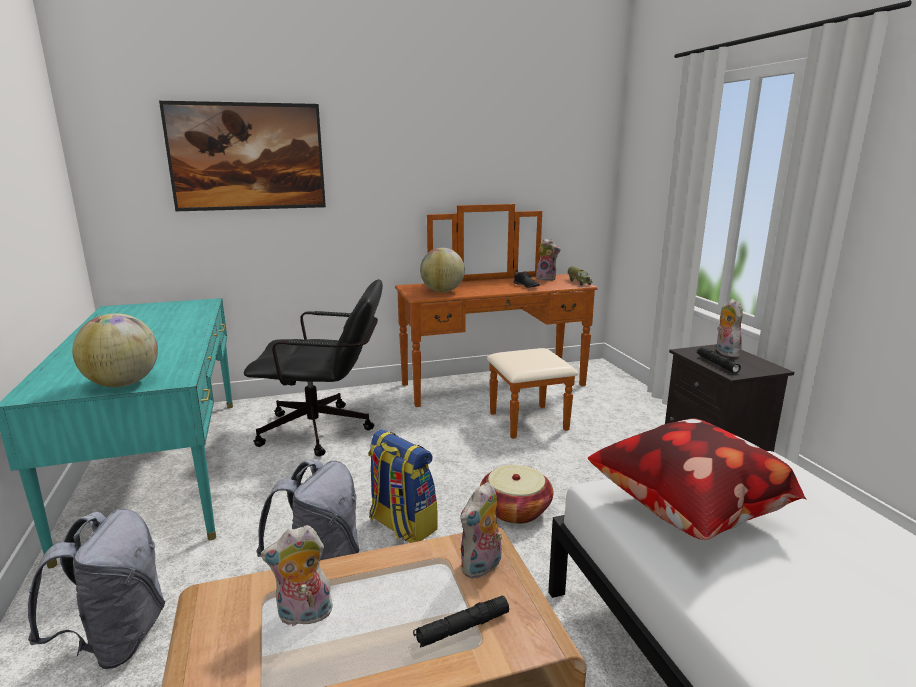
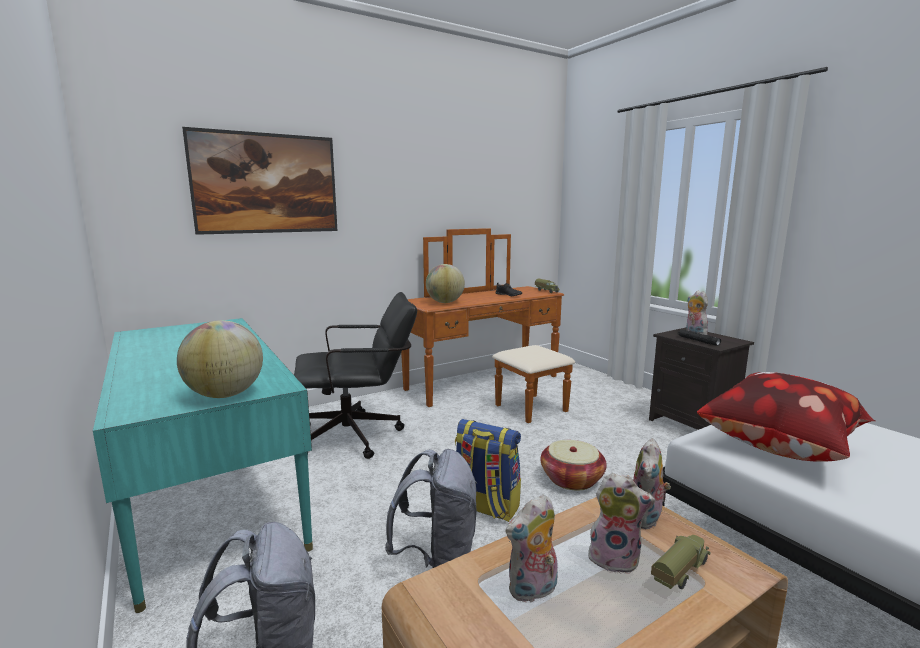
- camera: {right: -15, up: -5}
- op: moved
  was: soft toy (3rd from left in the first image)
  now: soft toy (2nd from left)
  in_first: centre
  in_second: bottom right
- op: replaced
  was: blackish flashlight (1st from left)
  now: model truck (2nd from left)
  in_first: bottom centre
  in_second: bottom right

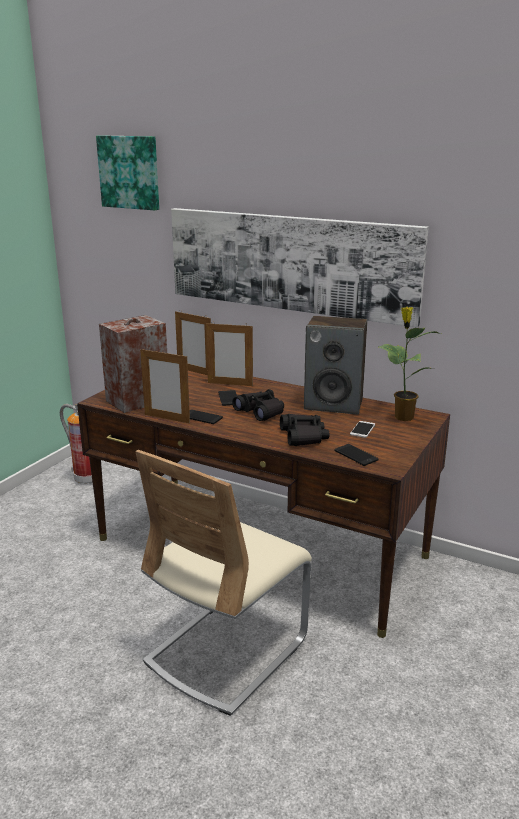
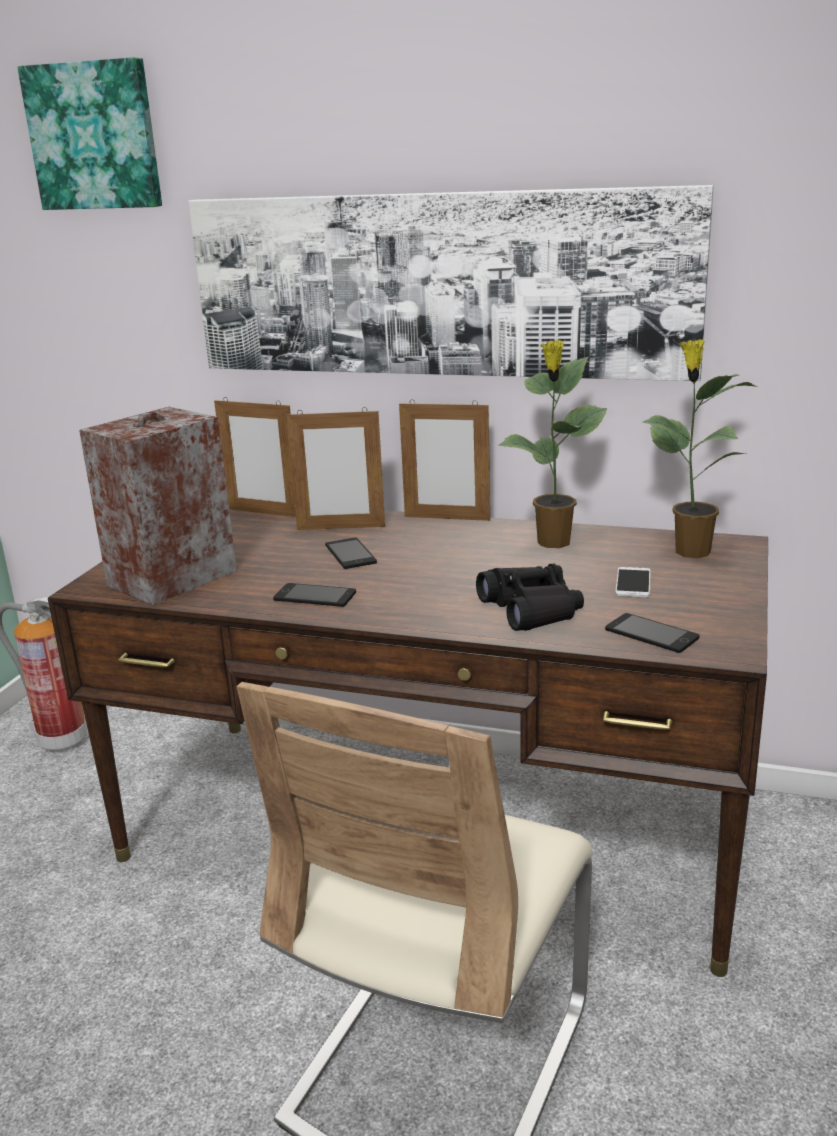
- camera: {right: -10, up: 0}
- op: moved
  was: picture frame (1st from left in the first image)
  now: picture frame (3rd from left)
  in_first: middle left
  in_second: centre
- op: replaced
  was: loudspeaker (2nd from left)
  now: houseplant (1st from left)
  in_first: centre
  in_second: centre
- op: removed
  was: blackish pair of binoculars (1st from left)
  in_first: centre

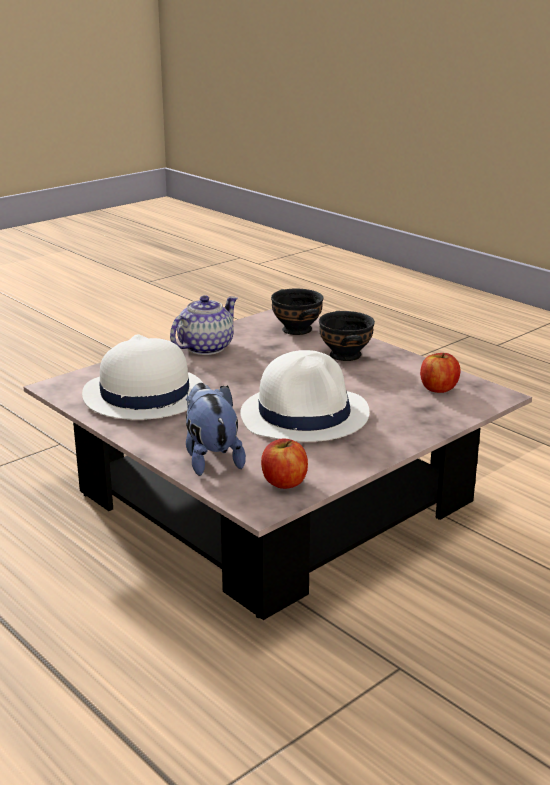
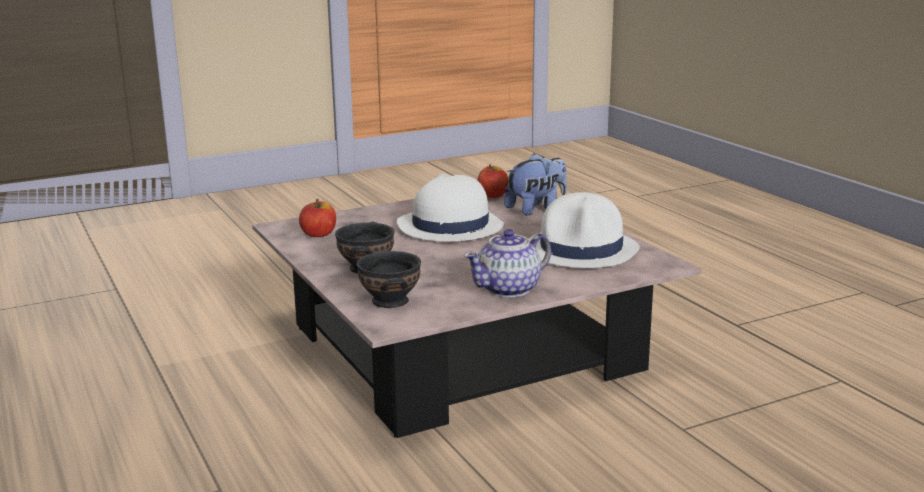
- camera: {right: -165, up: -5}
- op: turned
  was: soft toy
  in_first: centre
  in_second: centre
  clockwise: -120

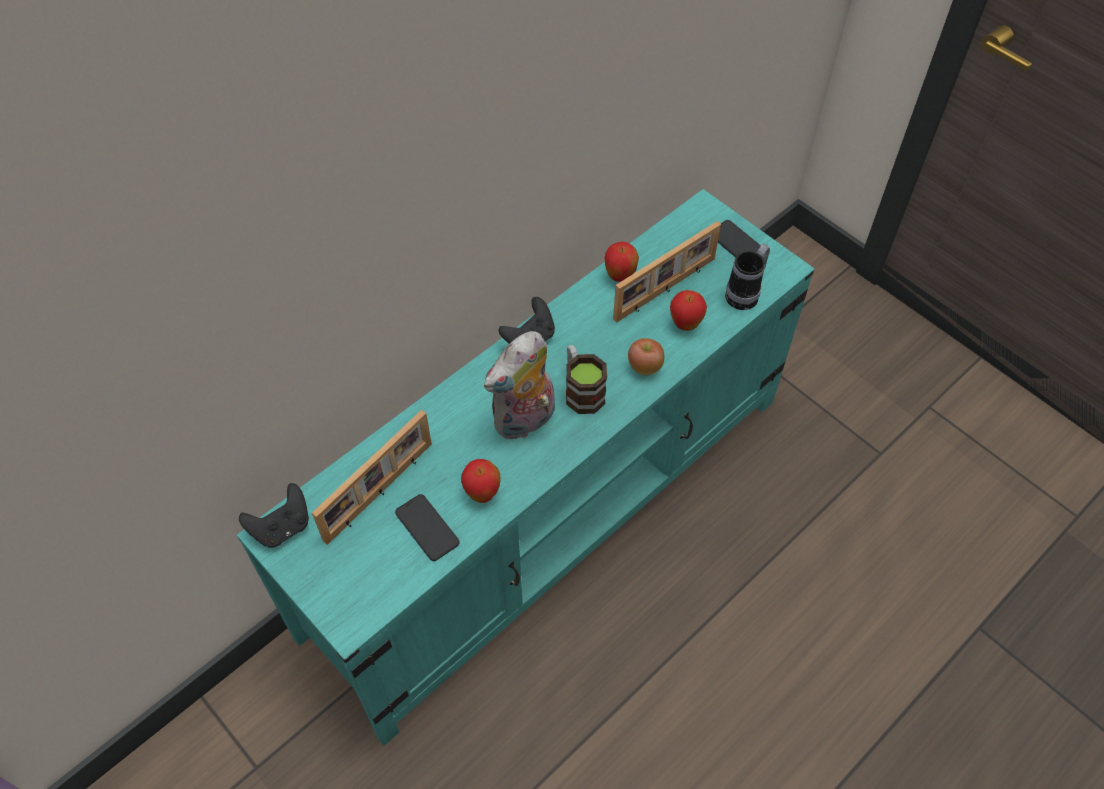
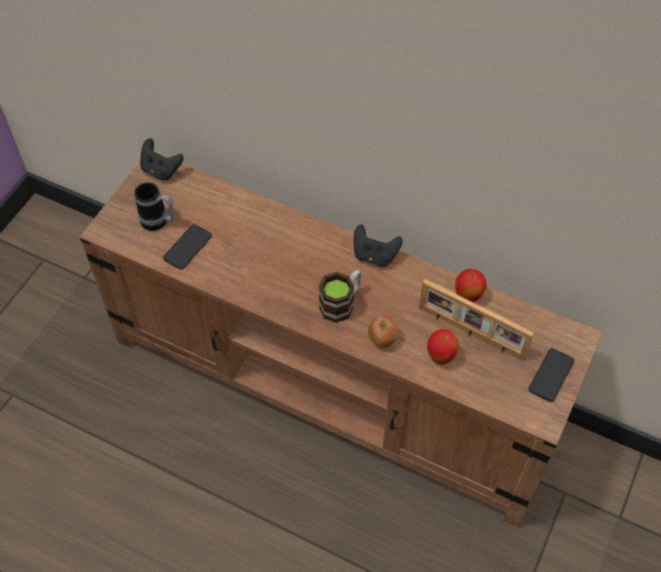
- camera: {right: 70, up: 0}
- op: recoloured
  was: blue-green tv unit
  now: brown-coloured tv unit
  in_first: centre
  in_second: centre
- op: moved
  was: mug (2nd from left in the first image)
  now: mug (1st from left)
  in_first: middle right
  in_second: middle left
- op: removed
  was: picture frame (1st from left)
  in_first: centre
- op: removed
  was: whole apple (1st from left)
  in_first: centre
- op: removed
  was: soft toy
  in_first: centre

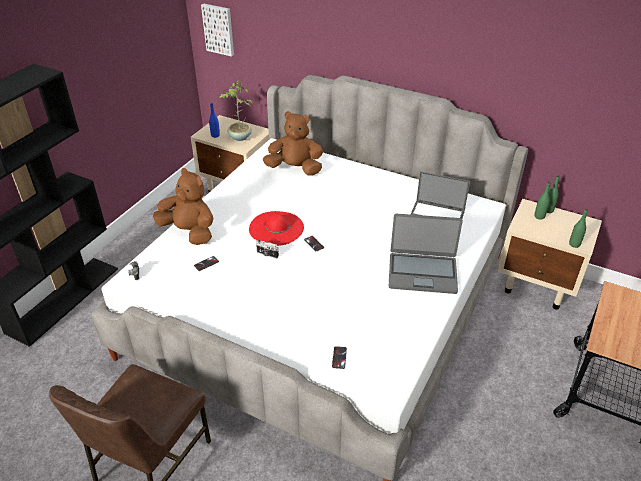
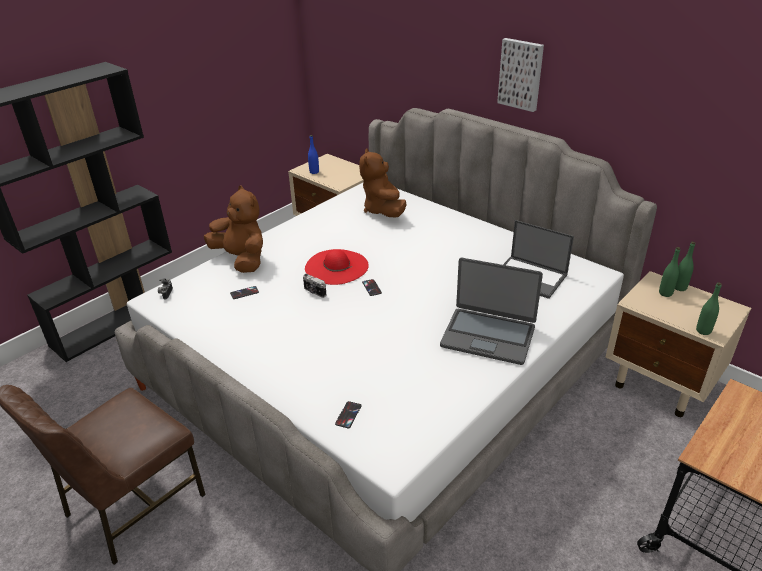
- camera: {right: 15, up: -5}
- op: turned
  was: brown-coloured soft toy (2nd from left)
  in_first: top centre
  in_second: top centre
  clockwise: -120
- op: moved
  was: picture
  in_first: top centre
  in_second: top right
- op: removed
  was: houseplant
  in_first: top centre

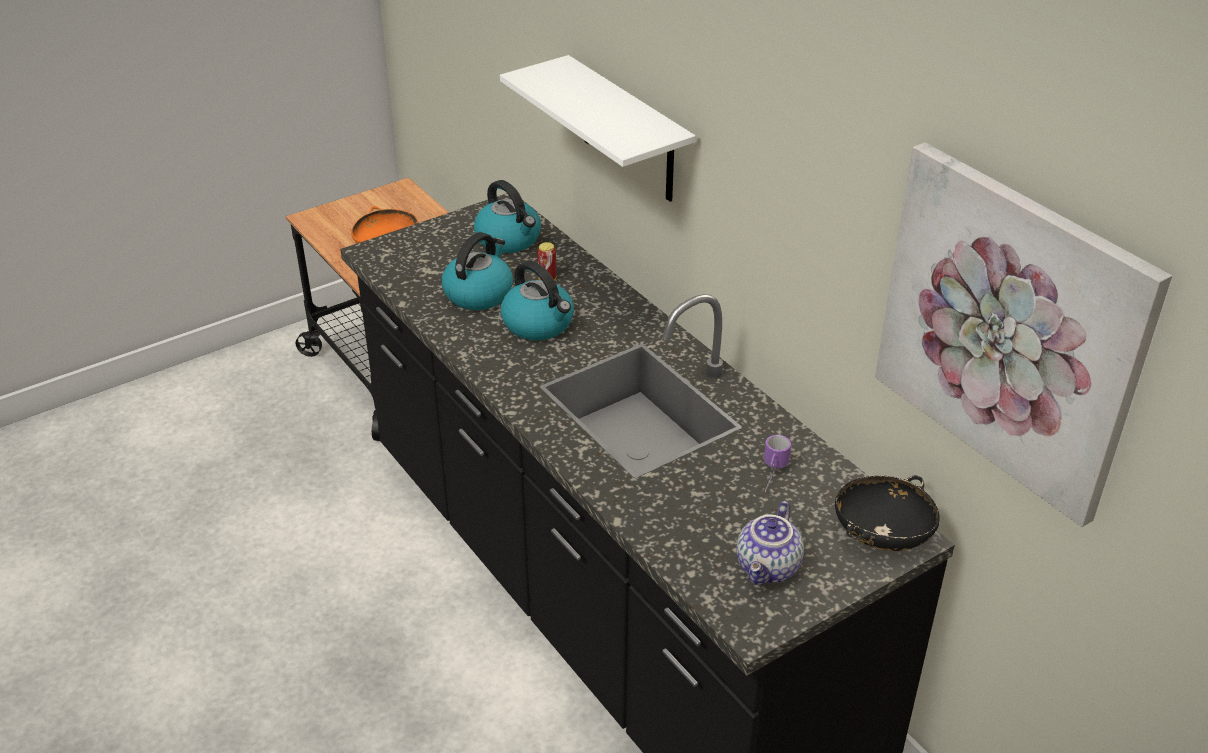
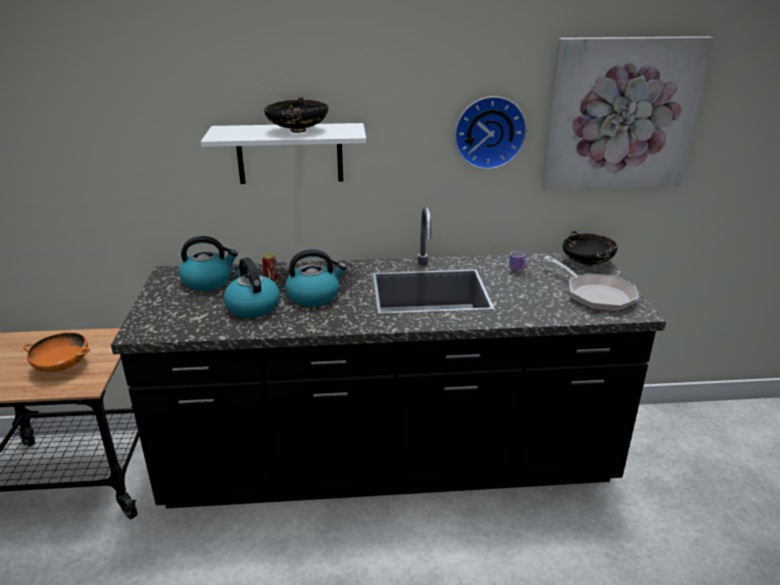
- camera: {right: -60, up: -10}
- op: added
  now: blackish deep dish (1st from left)
  in_second: top centre
- op: added
  now: wall clock
  in_second: top centre
- op: replaced
  was: tea pot
  now: skillet
  in_first: bottom centre
  in_second: middle right

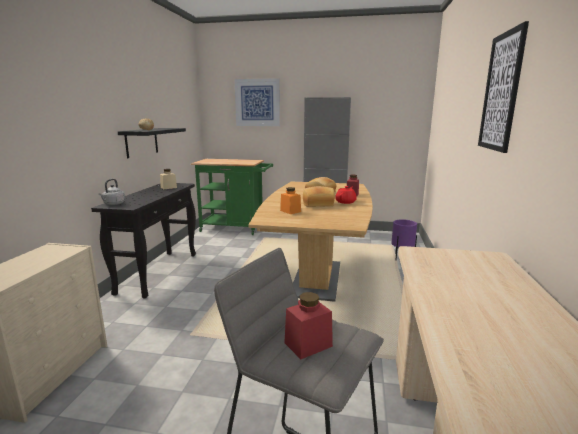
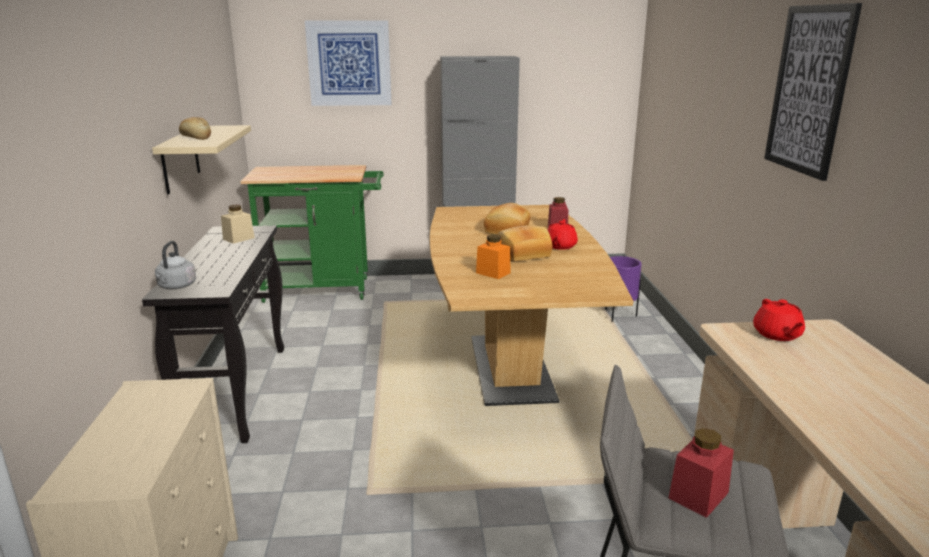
- camera: {right: -15, up: 5}
- op: recoloured
  was: blackish shelf
  now: beige shelf
  in_first: top left
  in_second: top left
- op: added
  now: red-coloured tea pot (2nd from left)
  in_second: middle right

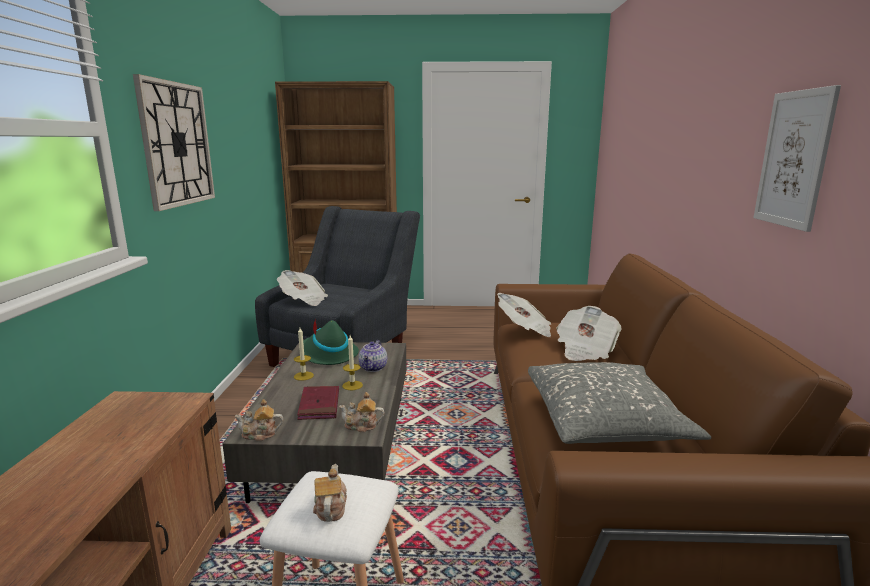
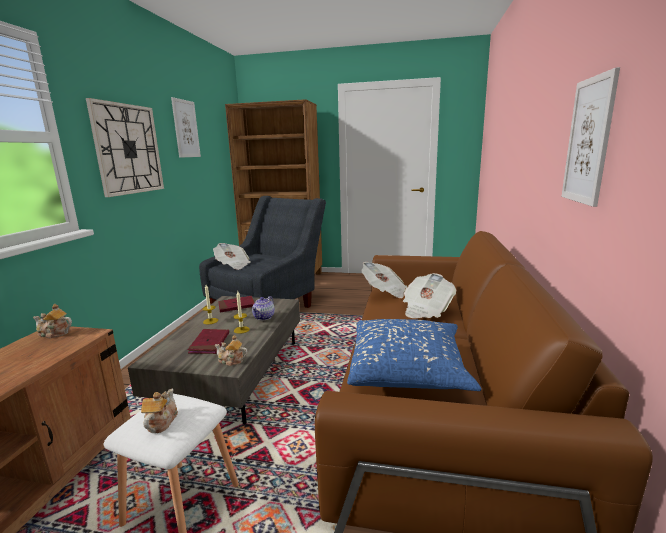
- camera: {right: 10, up: 0}
- op: moved
  was: tea pot (1st from left)
  in_first: bottom left
  in_second: middle left
- op: added
  now: picture (1st from left)
  in_second: top left
- op: replaced
  was: greenish hat
  now: red-coloured book (2nd from left)
  in_first: centre
  in_second: centre
- op: recoloured
  was: greyish throw pillow
  now: blue-coloured throw pillow
  in_first: bottom right
  in_second: centre

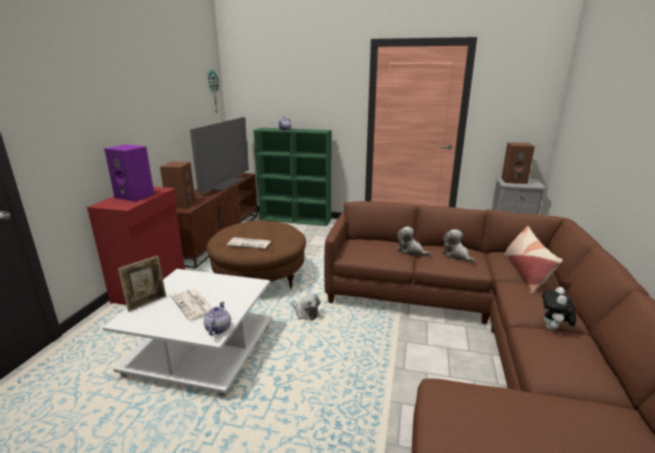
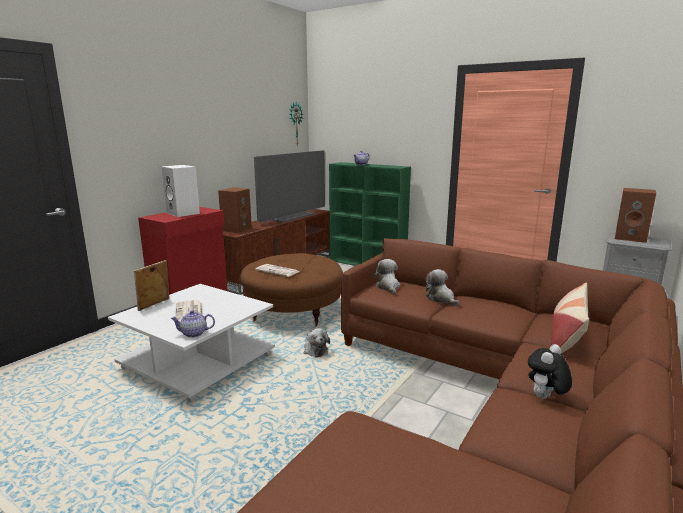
- camera: {right: 20, up: -5}
- op: turned
  was: picture frame
  in_first: middle left
  in_second: middle left
  clockwise: 150
- op: recoloured
  was: purple-coloured loudspeaker
  now: white loudspeaker
  in_first: middle left
  in_second: middle left
- op: turned
  was: tea pot (1st from left)
  in_first: bottom left
  in_second: middle left
  clockwise: -120
- op: moved
  was: soft toy (3rd from left in the first image)
  now: soft toy (2nd from left)
  in_first: middle right
  in_second: centre

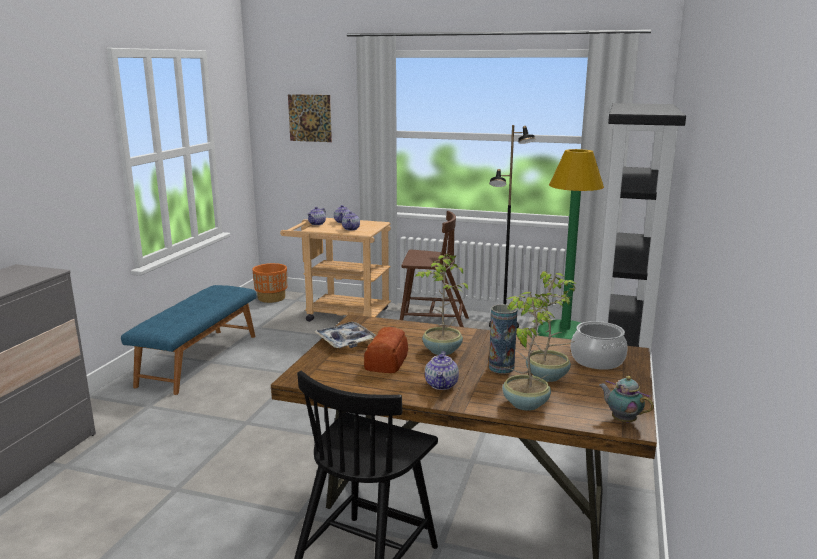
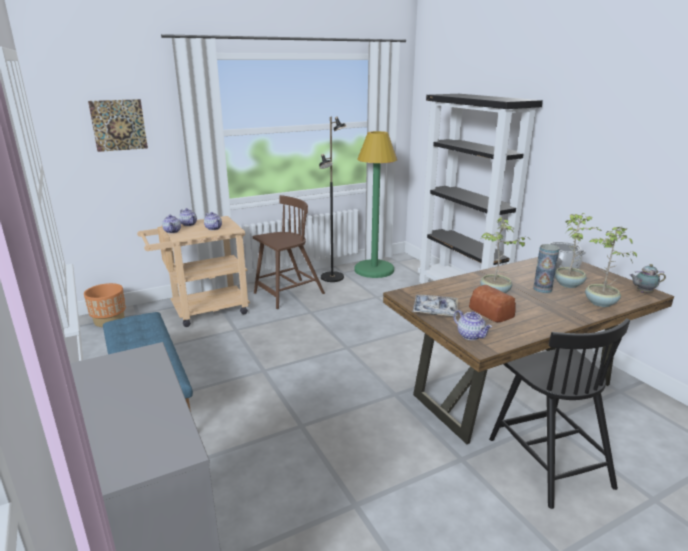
- camera: {right: -45, up: 5}
- op: moved
  was: tea pot (4th from left)
  in_first: centre
  in_second: middle right

